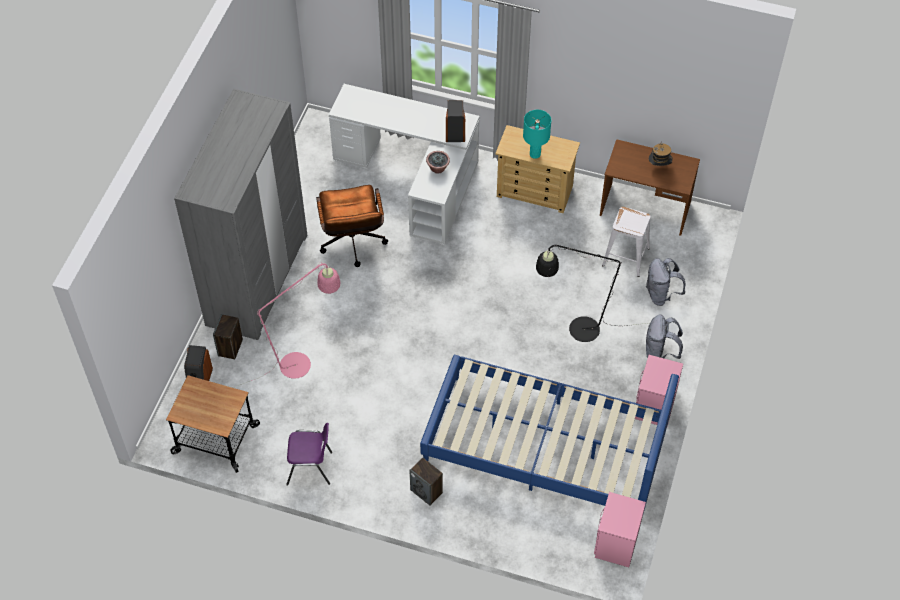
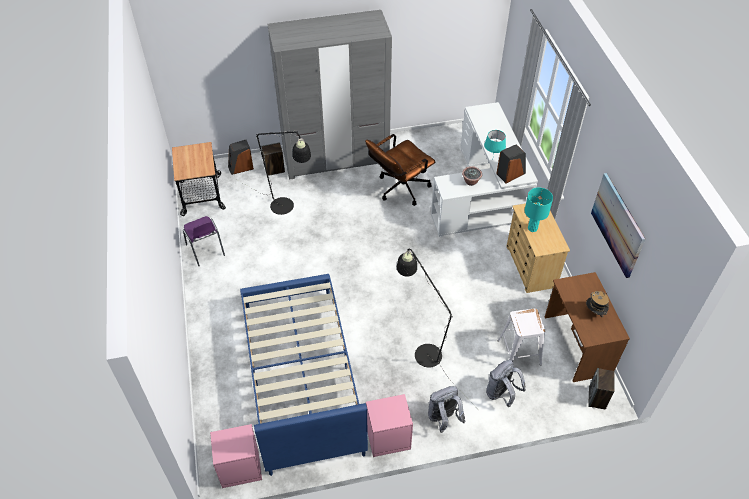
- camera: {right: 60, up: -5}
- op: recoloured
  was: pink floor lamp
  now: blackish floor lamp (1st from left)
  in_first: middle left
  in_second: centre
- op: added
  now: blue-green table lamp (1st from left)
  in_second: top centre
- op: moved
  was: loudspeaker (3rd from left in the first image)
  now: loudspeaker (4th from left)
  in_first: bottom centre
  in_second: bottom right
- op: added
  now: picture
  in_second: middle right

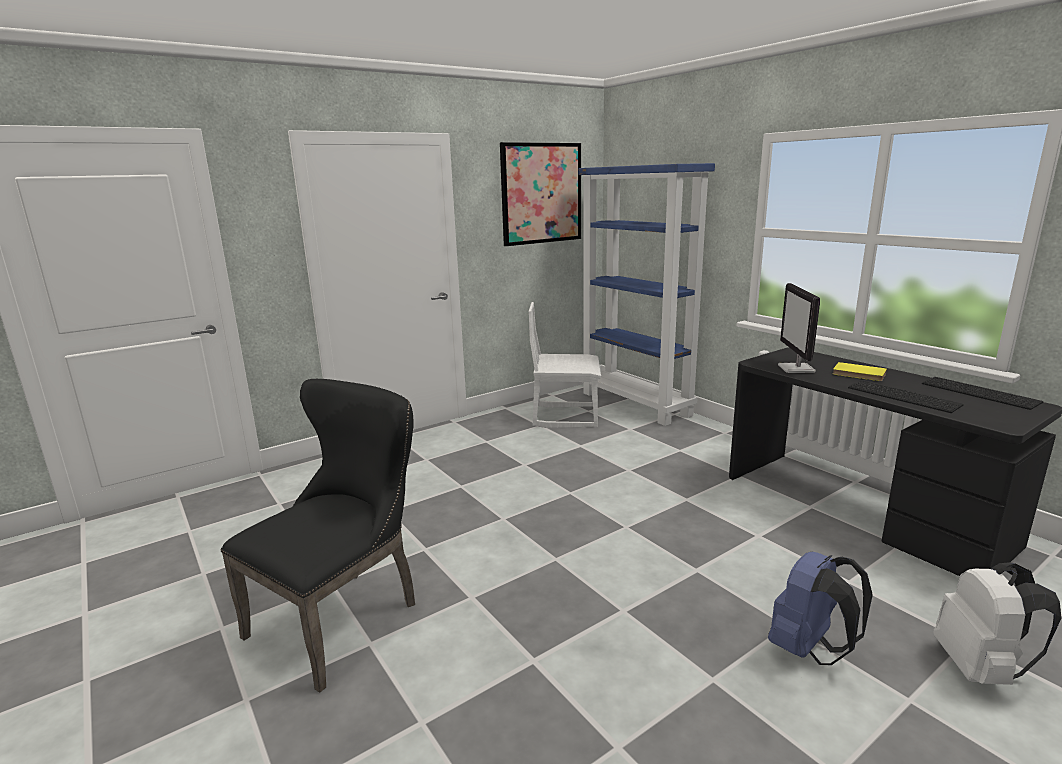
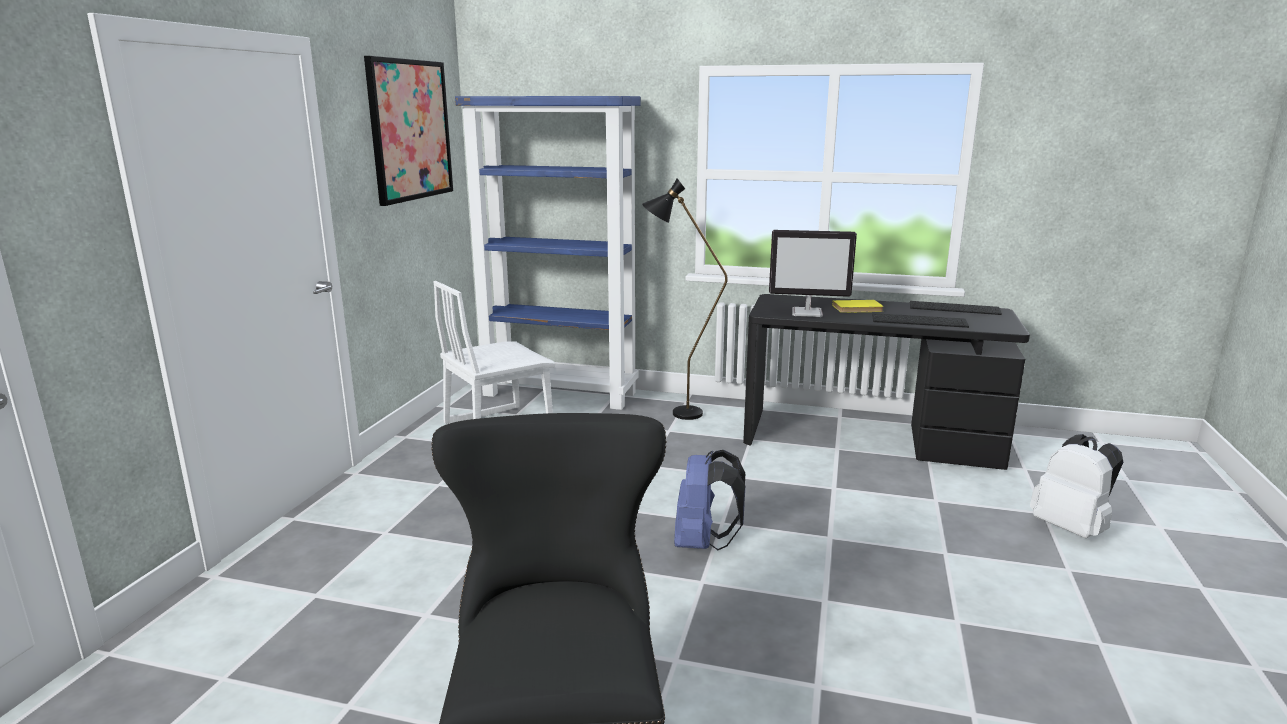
- camera: {right: -40, up: 0}
- op: added
  now: blackish floor lamp
  in_second: centre
- op: moved
  was: blue-coloured knapsack
  in_first: bottom right
  in_second: bottom centre
- op: turned
  was: computer display
  in_first: middle right
  in_second: centre
  clockwise: -45

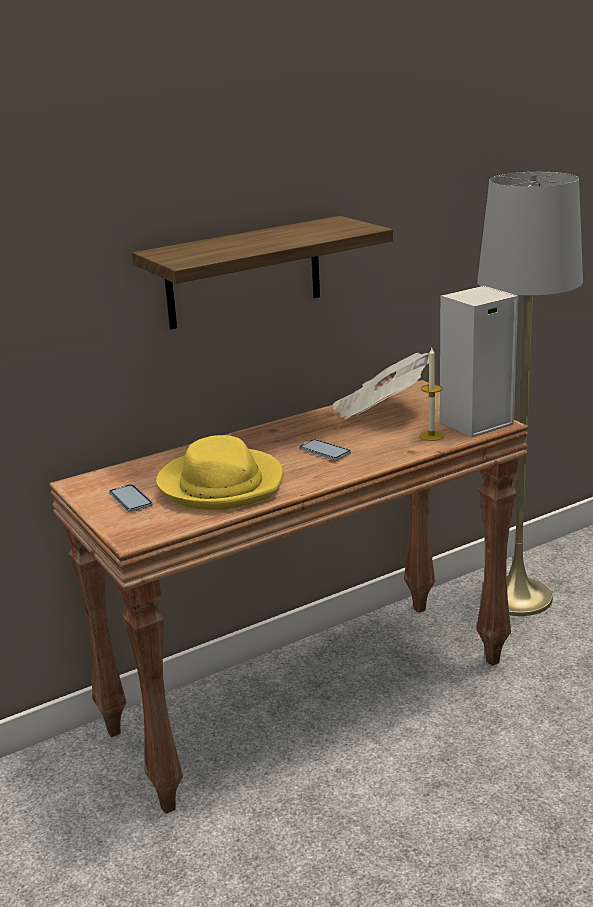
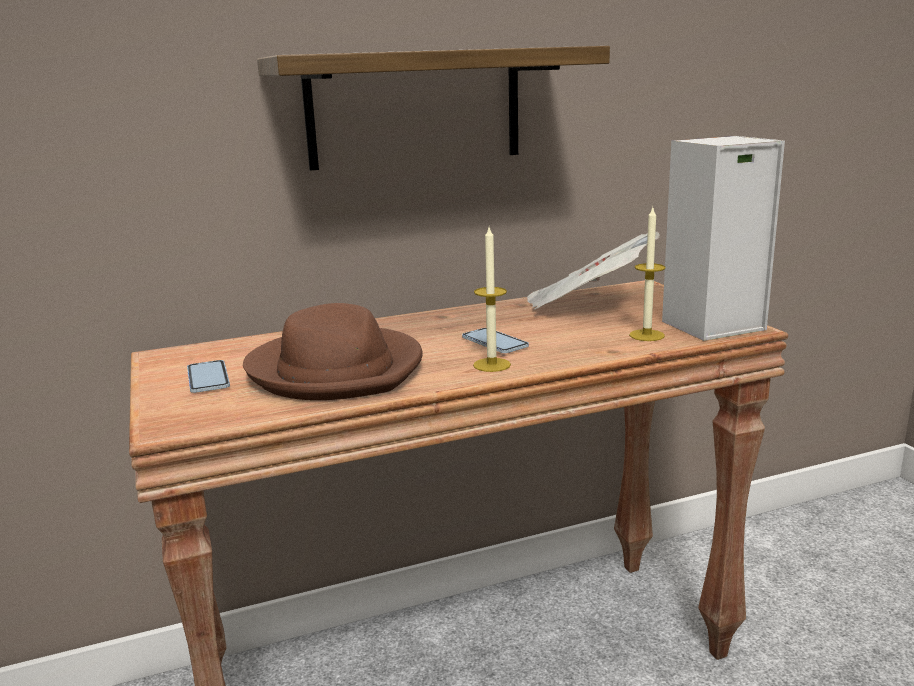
- camera: {right: 10, up: -5}
- op: recoloured
  was: yellow hat
  now: brown-coloured hat
  in_first: centre
  in_second: centre
- op: added
  now: wax light (1st from left)
  in_second: centre
- op: removed
  was: greyish floor lamp
  in_first: middle right

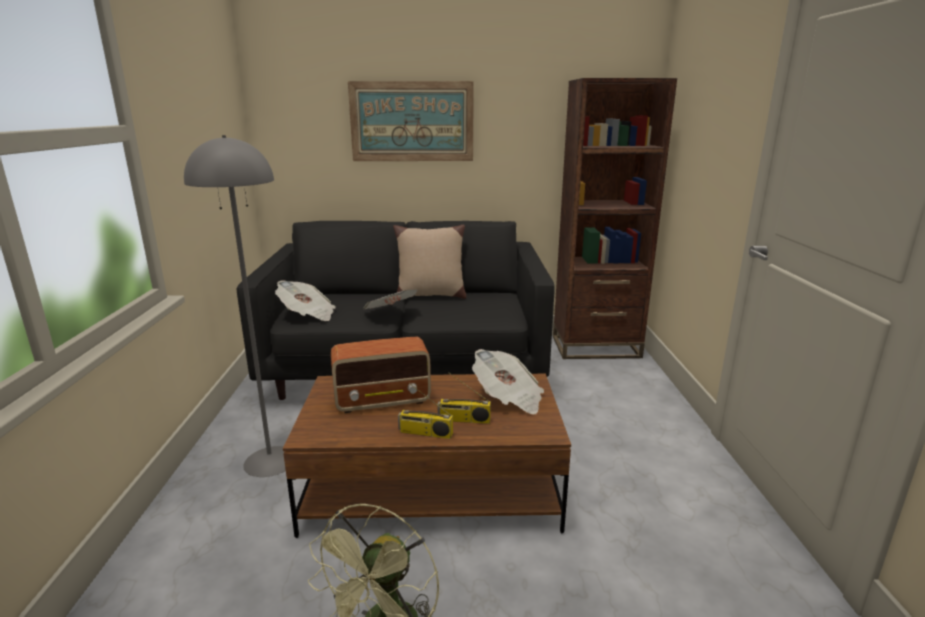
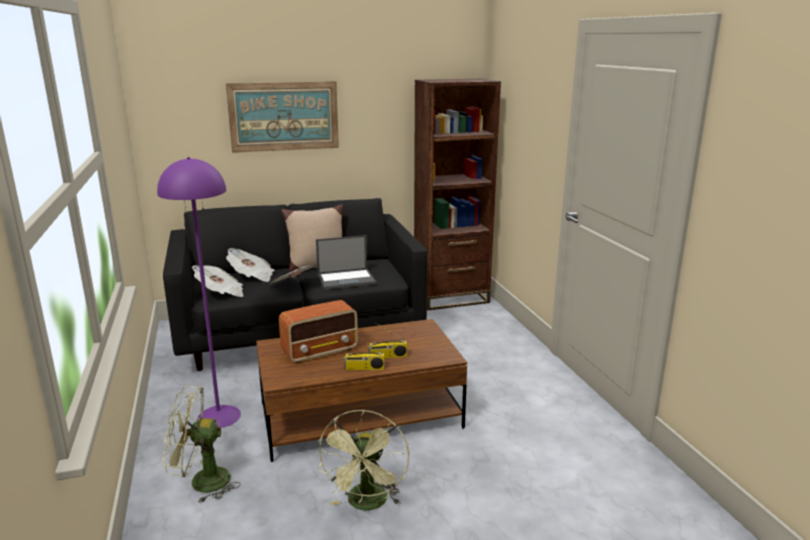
- camera: {right: -15, up: 0}
- op: recoloured
  was: greyish floor lamp
  now: purple-coloured floor lamp
  in_first: middle left
  in_second: middle left
- op: added
  now: greenish electric fan (1st from left)
  in_second: bottom left
- op: moved
  was: daily paper (3rd from left in the first image)
  now: daily paper (2nd from left)
  in_first: centre
  in_second: middle left
- op: added
  now: portable computer
  in_second: centre

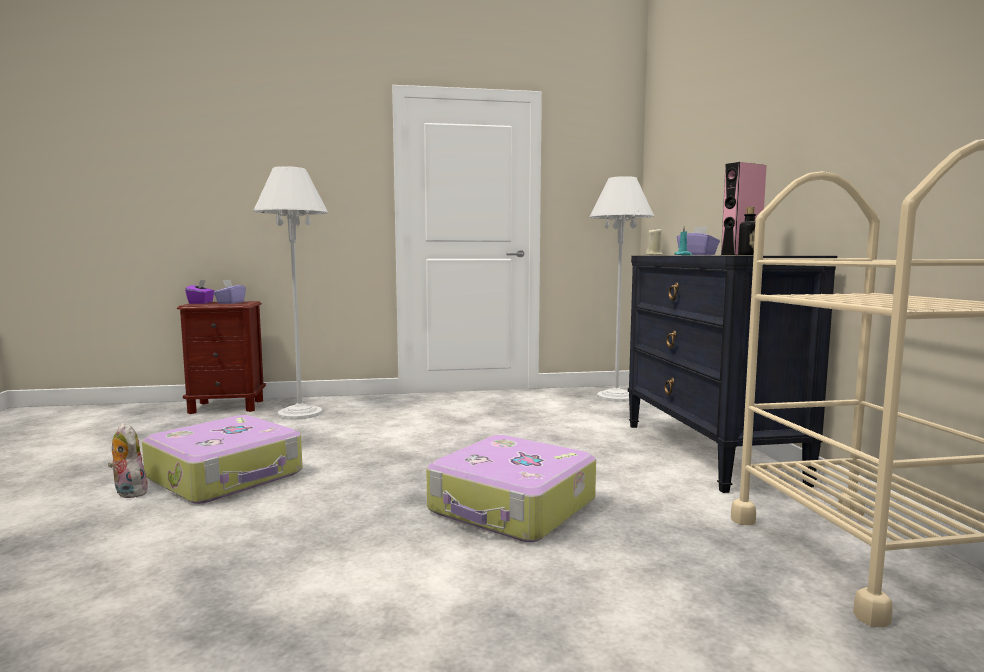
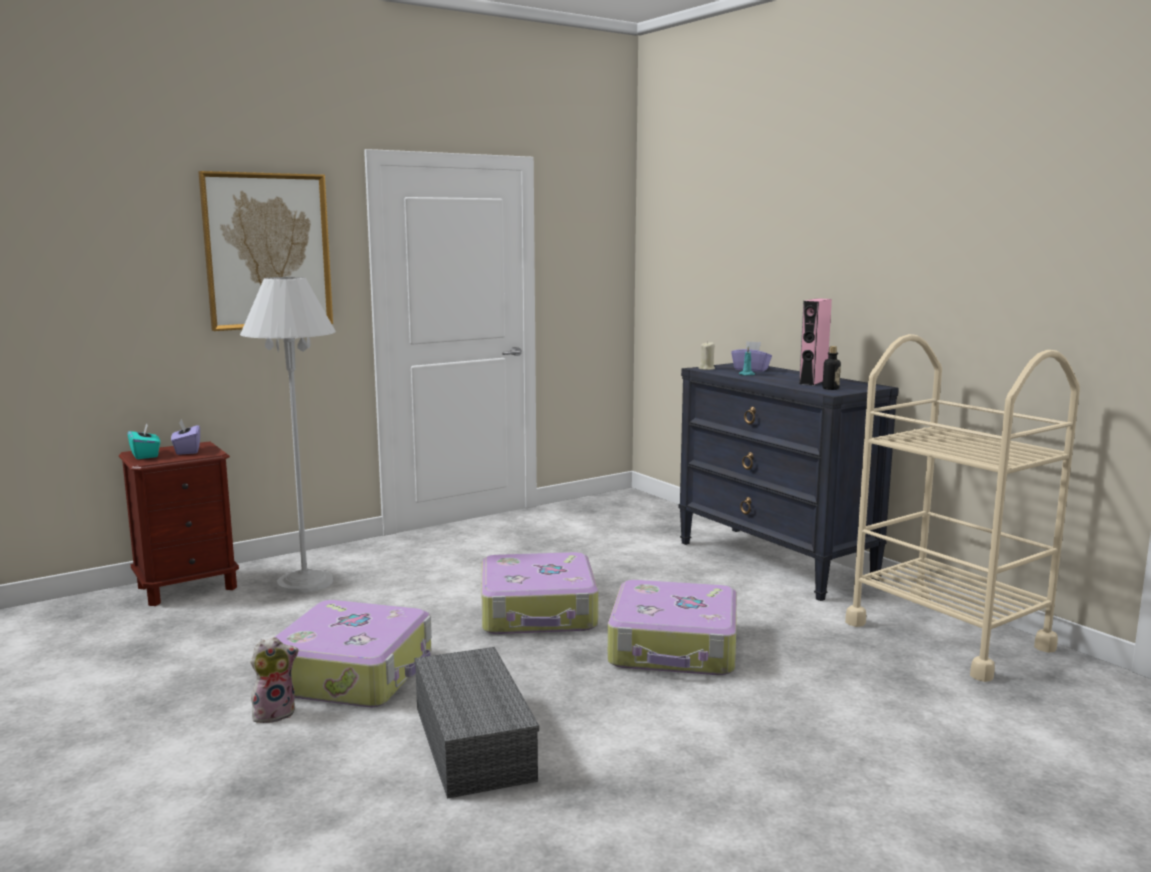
- camera: {right: -25, up: 5}
- op: recoloured
  was: purple-coloured tissue box (1st from left)
  now: blue-green tissue box
  in_first: middle left
  in_second: middle left
- op: added
  now: picture
  in_second: top left
- op: turned
  was: soft toy
  in_first: bottom left
  in_second: bottom left
  clockwise: 135
- op: added
  now: greyish storage bin
  in_second: bottom centre
- op: added
  now: suitcase (2nd from left)
  in_second: bottom centre
- op: removed
  was: white floor lamp (2nd from left)
  in_first: centre

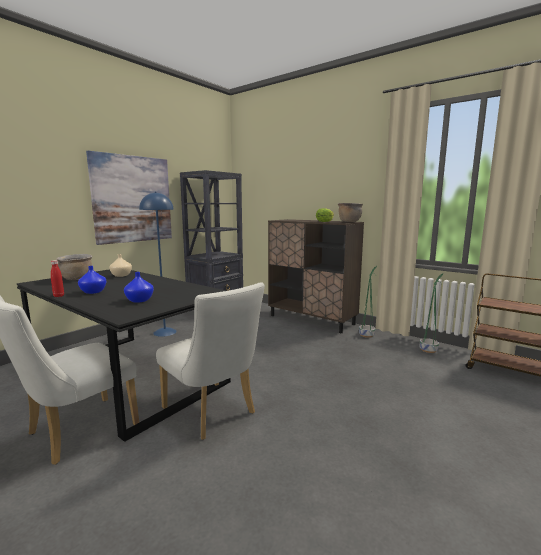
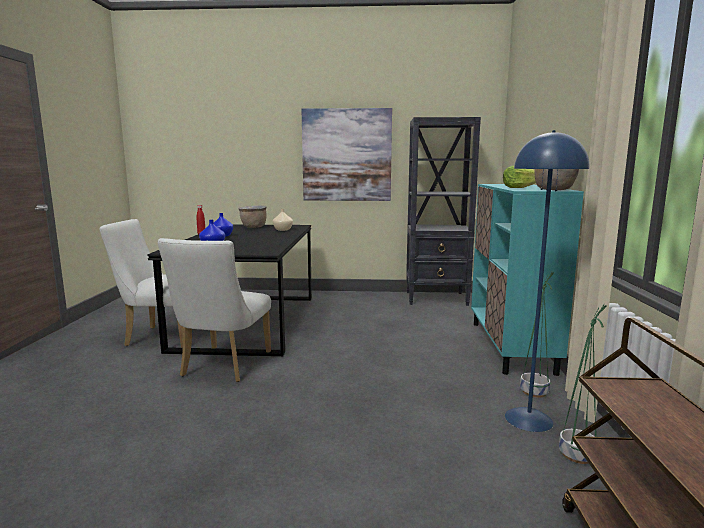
- camera: {right: 55, up: 0}
- op: recoloured
  was: brown-coloured cabinet
  now: blue-green cabinet
  in_first: centre
  in_second: middle right
- op: moved
  was: blue-coloured floor lamp
  in_first: middle left
  in_second: middle right

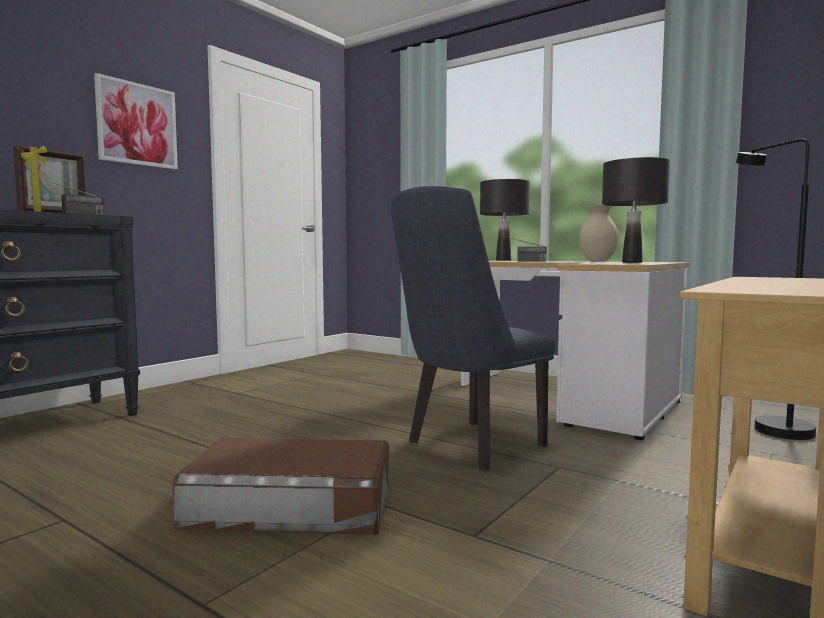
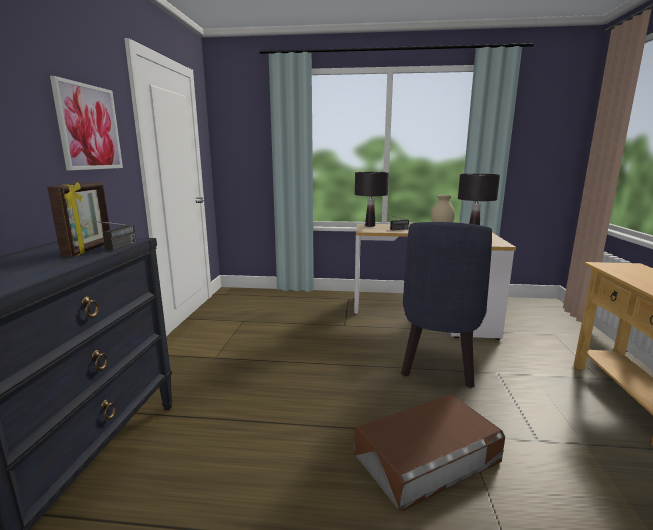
- camera: {right: -30, up: 10}
- op: removed
  was: blackish floor lamp
  in_first: middle right

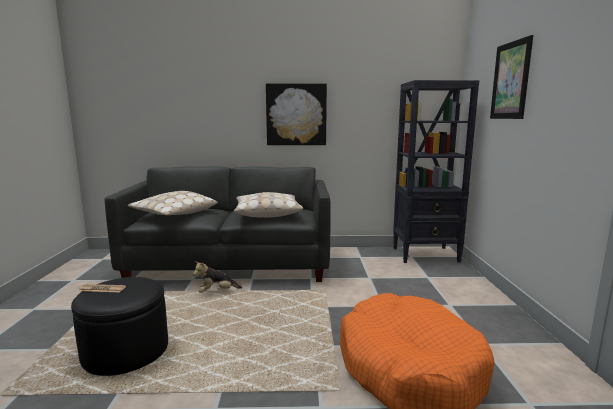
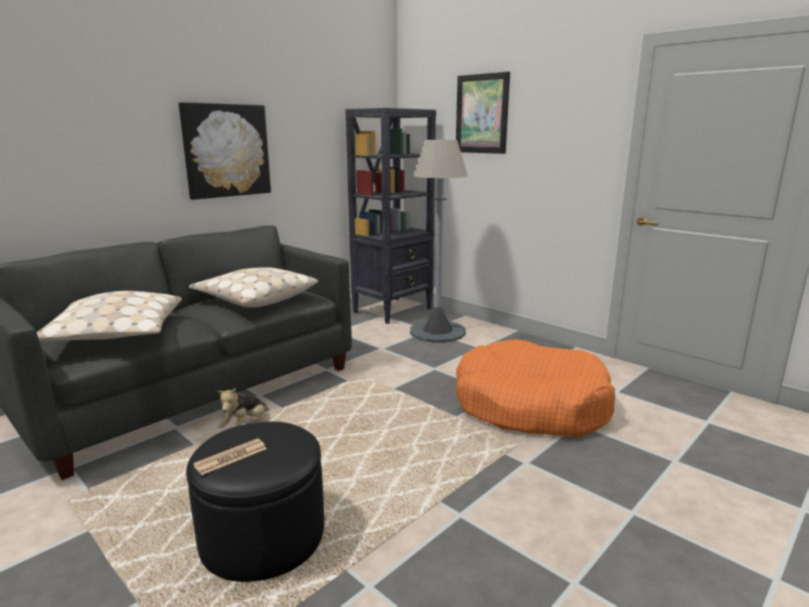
- camera: {right: -45, up: 5}
- op: added
  now: greyish floor lamp
  in_second: centre

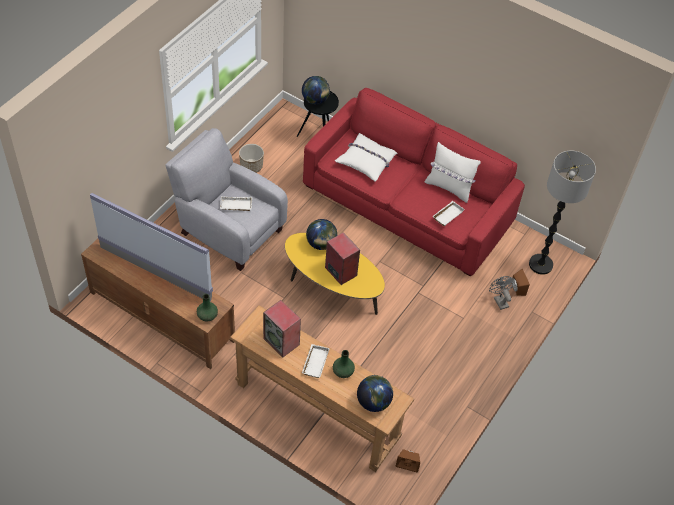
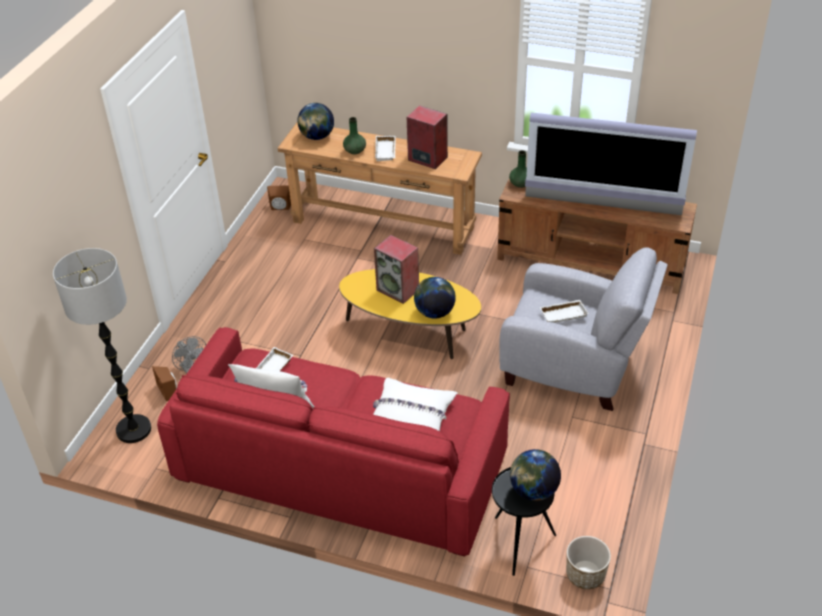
- camera: {right: 170, up: -10}
- op: moved
  was: planter
  in_first: top centre
  in_second: bottom right

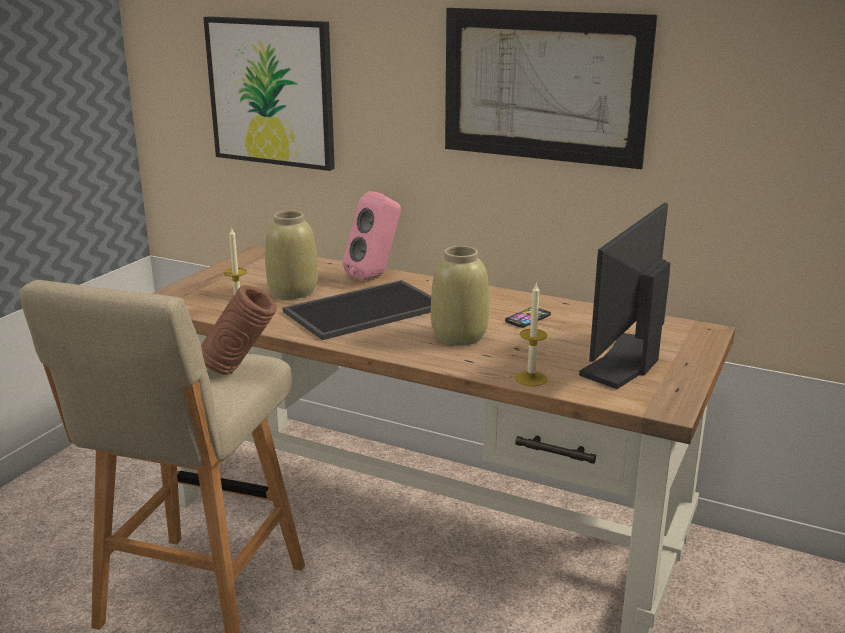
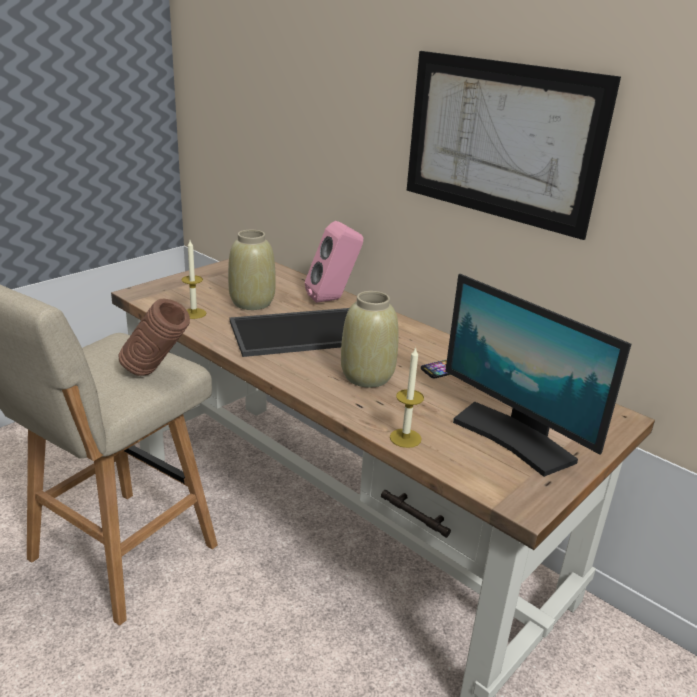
- camera: {right: 15, up: 5}
- op: turned
  was: computer display
  in_first: middle right
  in_second: middle right
  clockwise: -90
- op: removed
  was: picture (1st from left)
  in_first: top left

